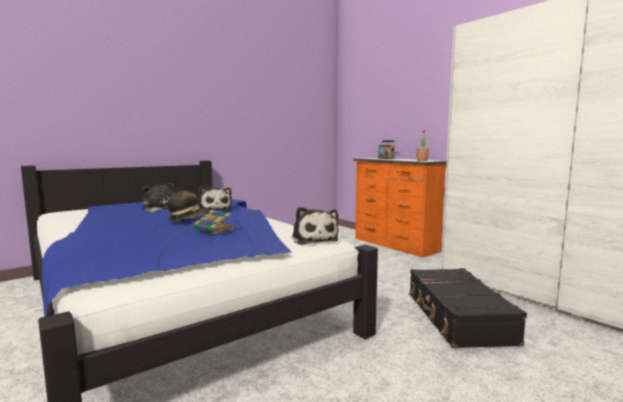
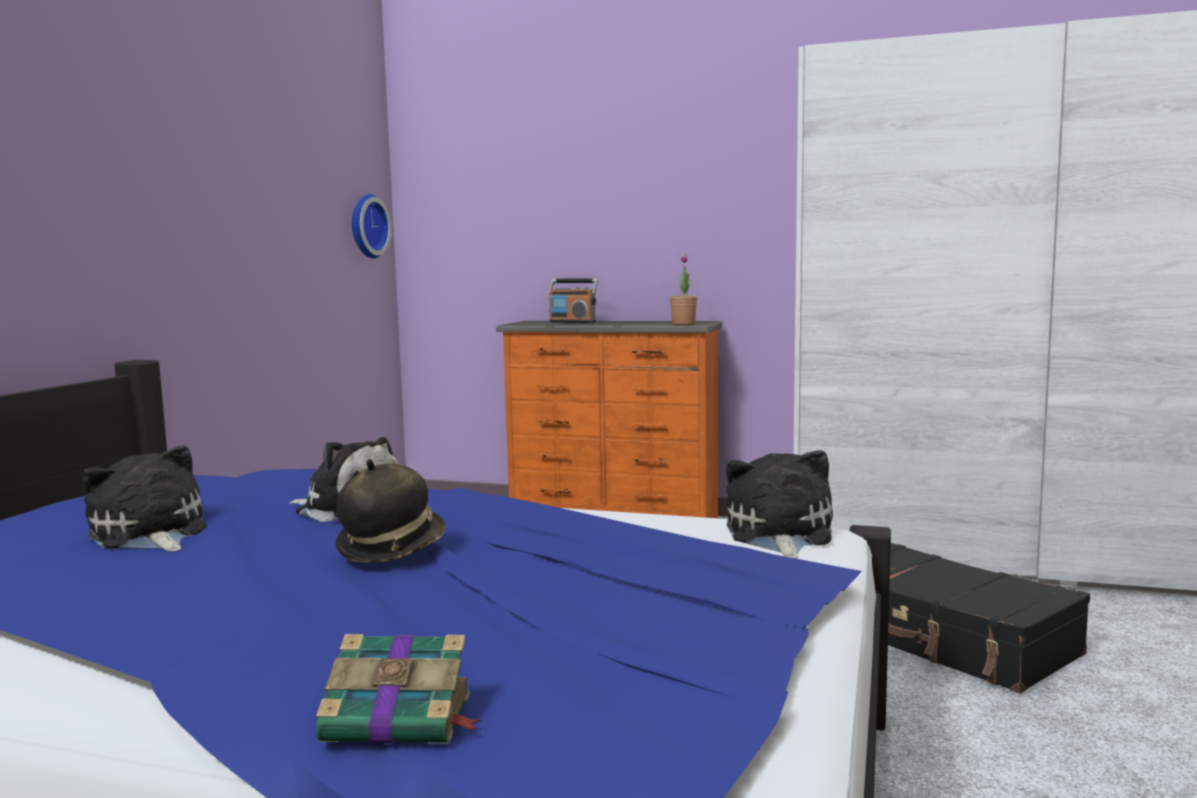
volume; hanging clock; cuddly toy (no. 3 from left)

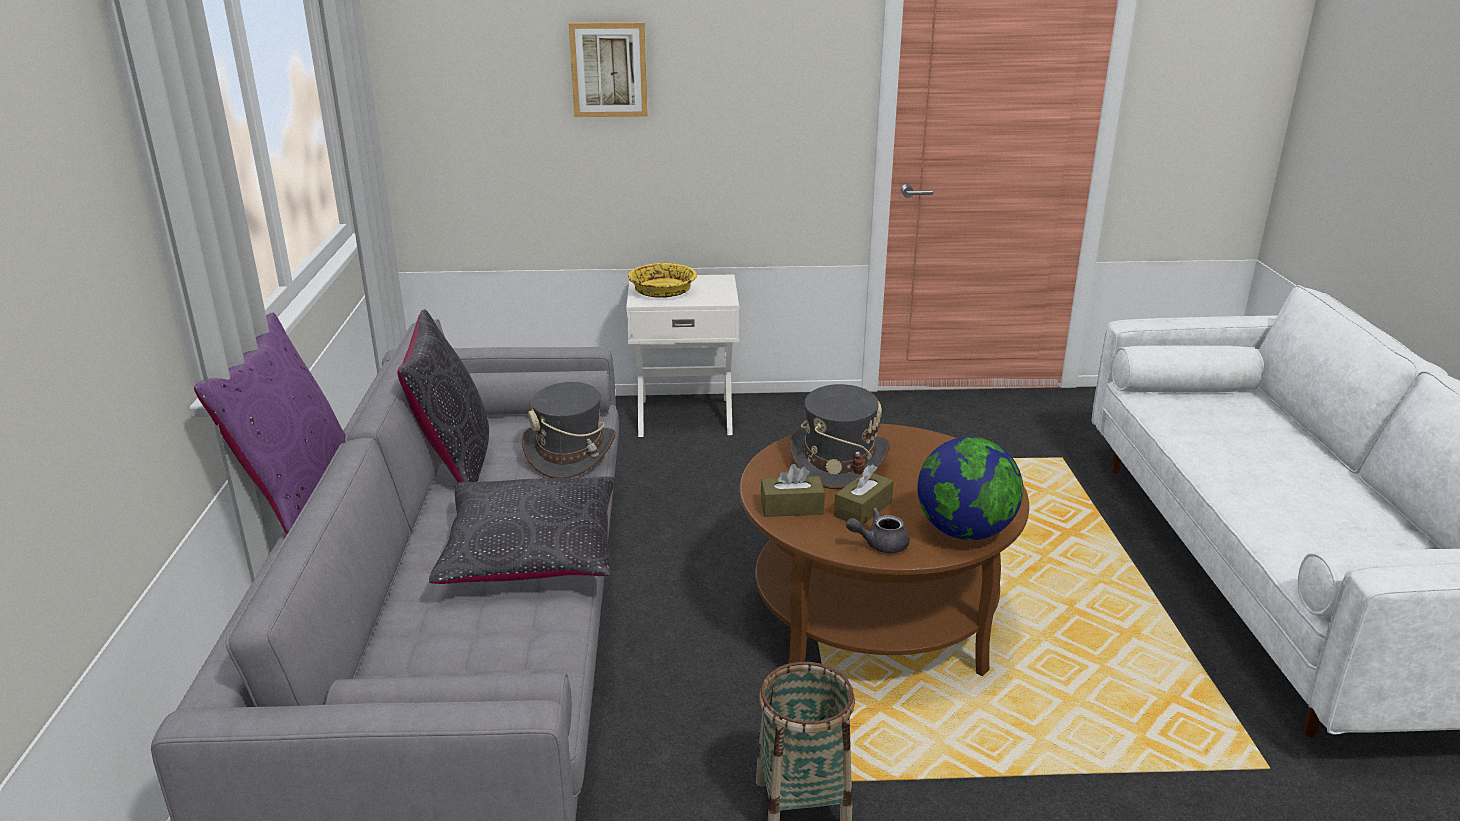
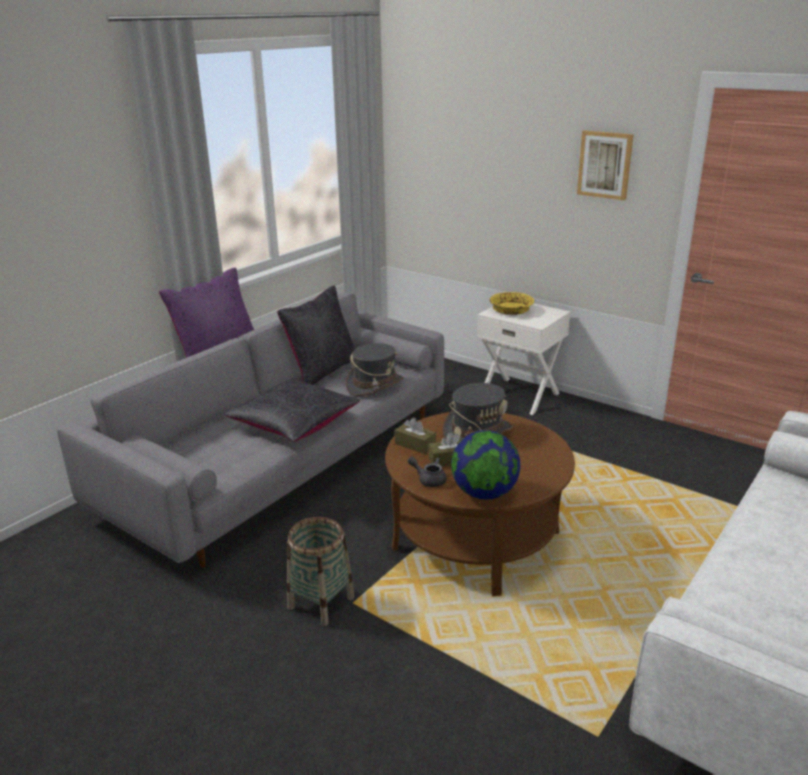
picture

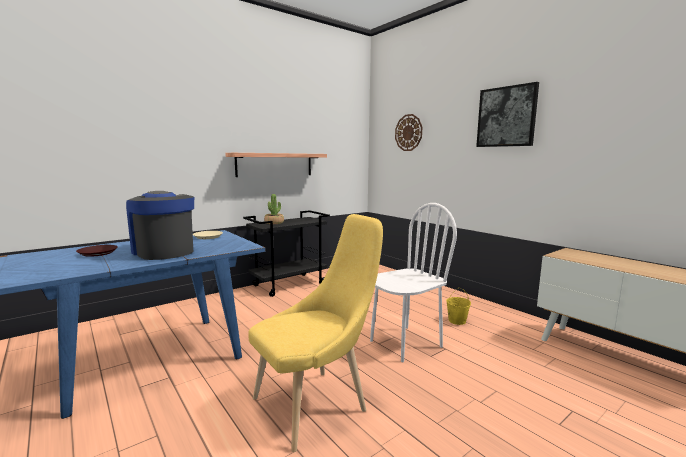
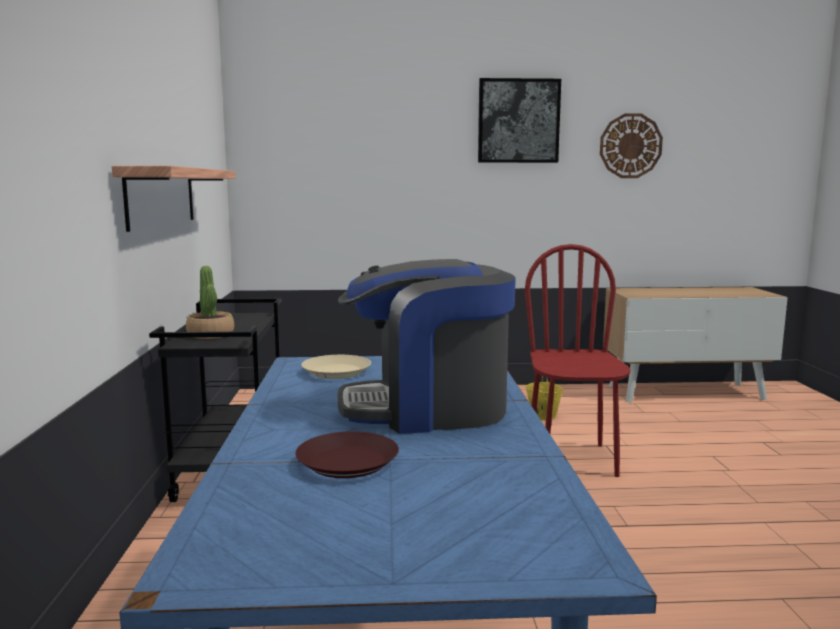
red upright chair; hanging clock; yellowish upright chair

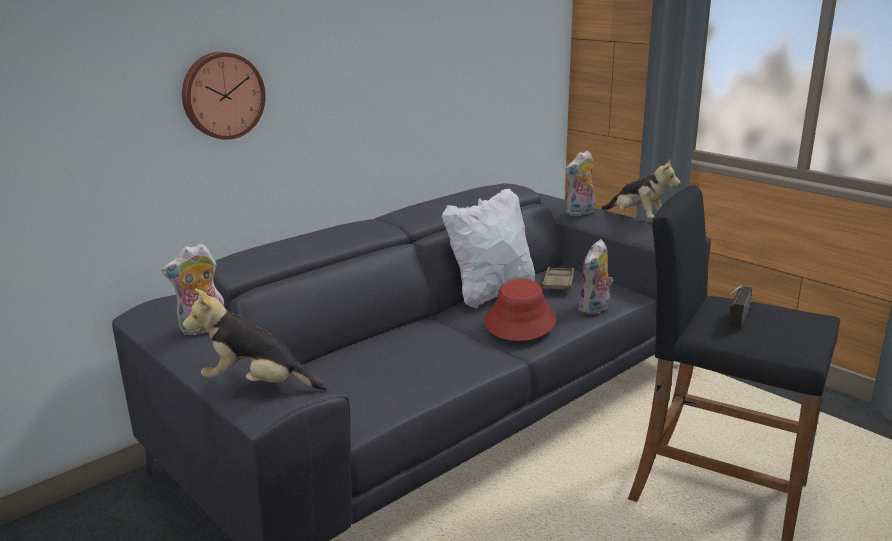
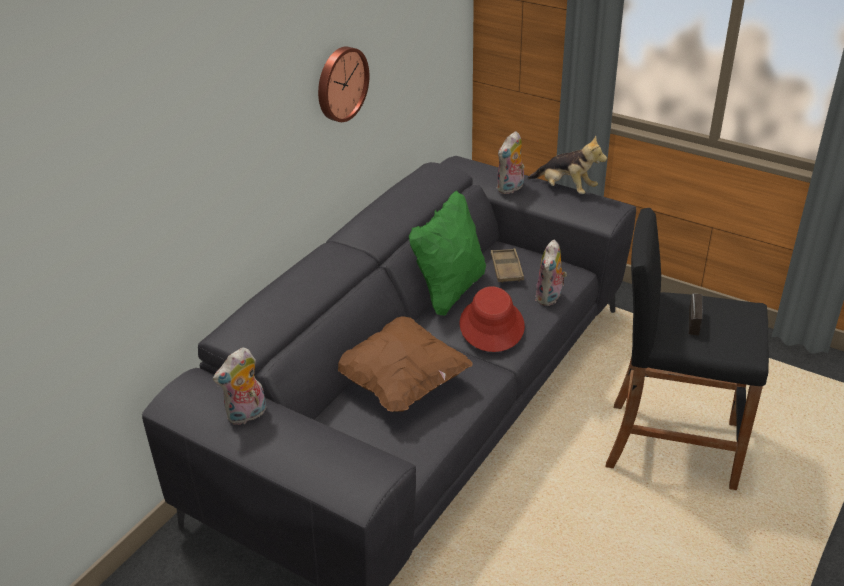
hanging clock; brownish cushion; green cushion; cuddly toy (no. 2 from left in the first image)

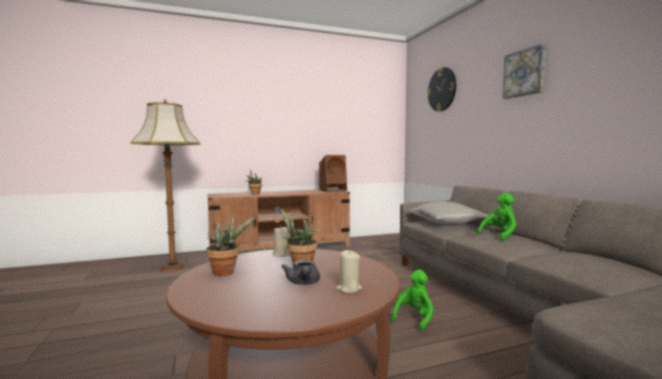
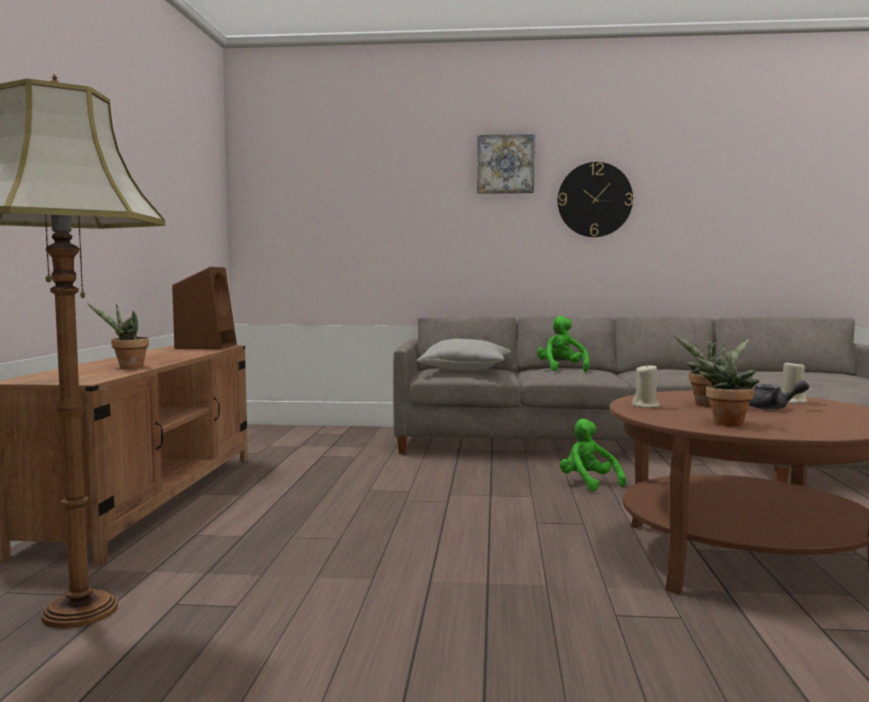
hanging clock

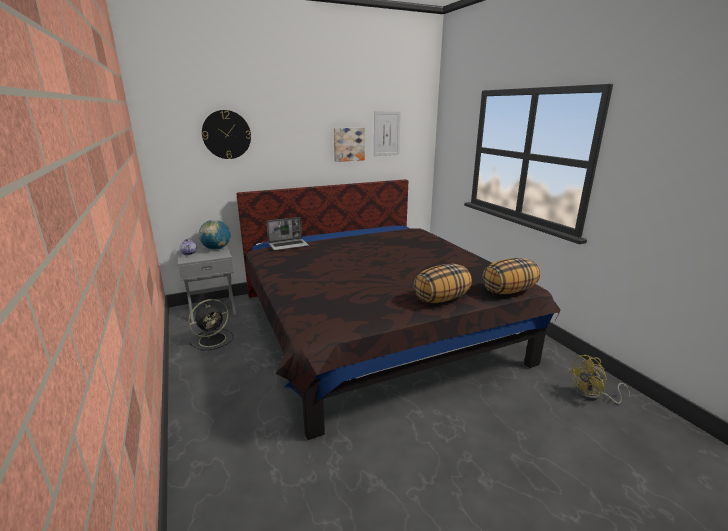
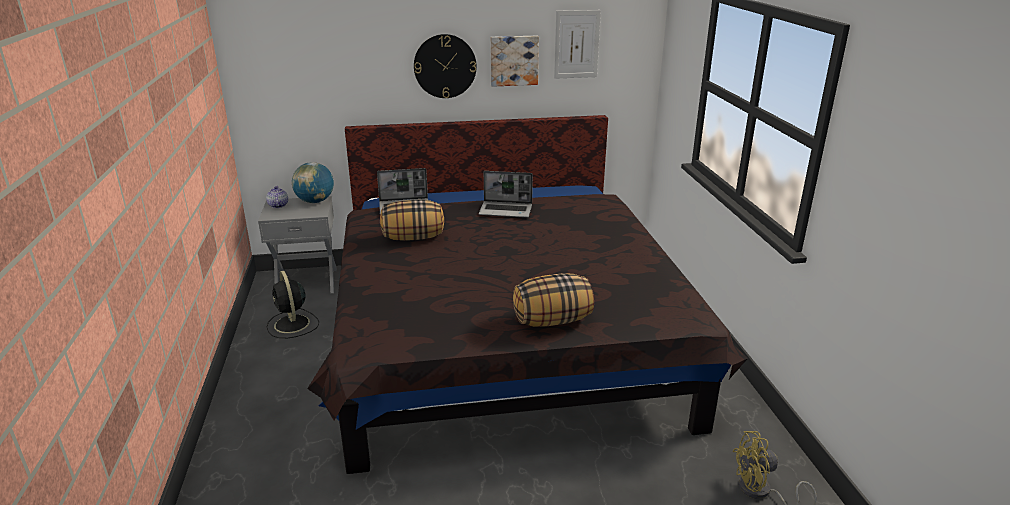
black cooling fan; cushion (no. 1 from left); hanging clock; notebook computer (no. 2 from left)

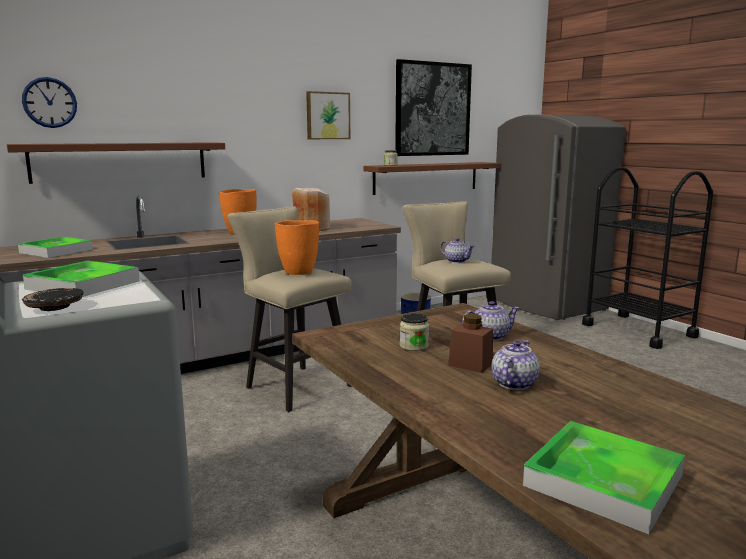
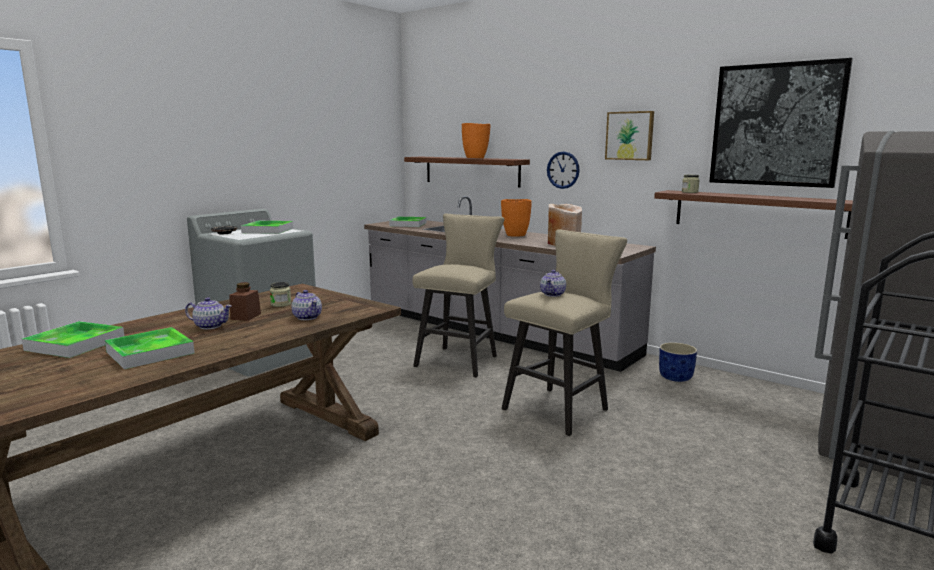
carrying tray (no. 2 from left); orange-coloured vase (no. 1 from left); hanging clock

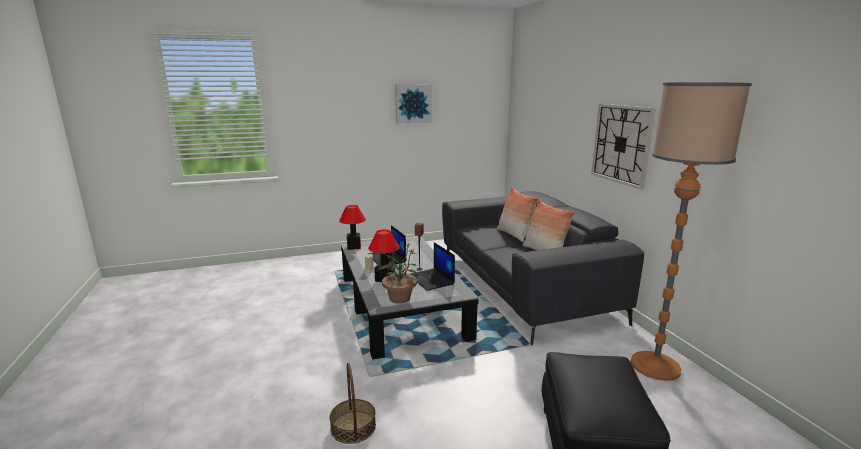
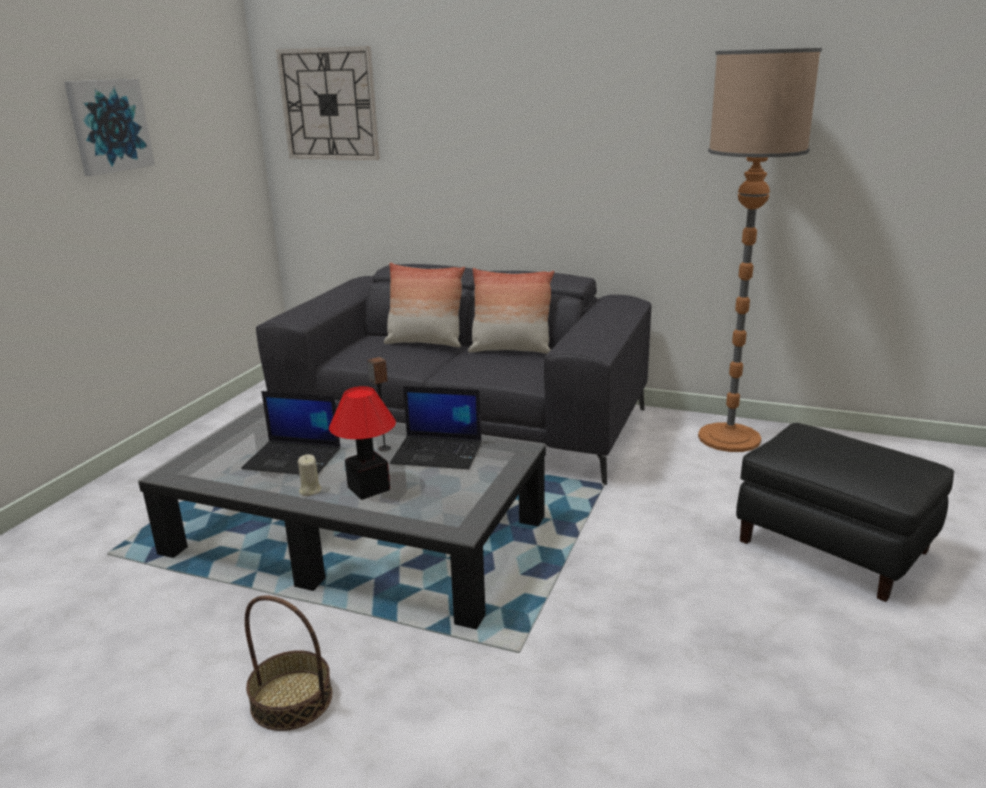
household basket; hanging clock; lamp for a table (no. 1 from left in the first image); plant in a pot

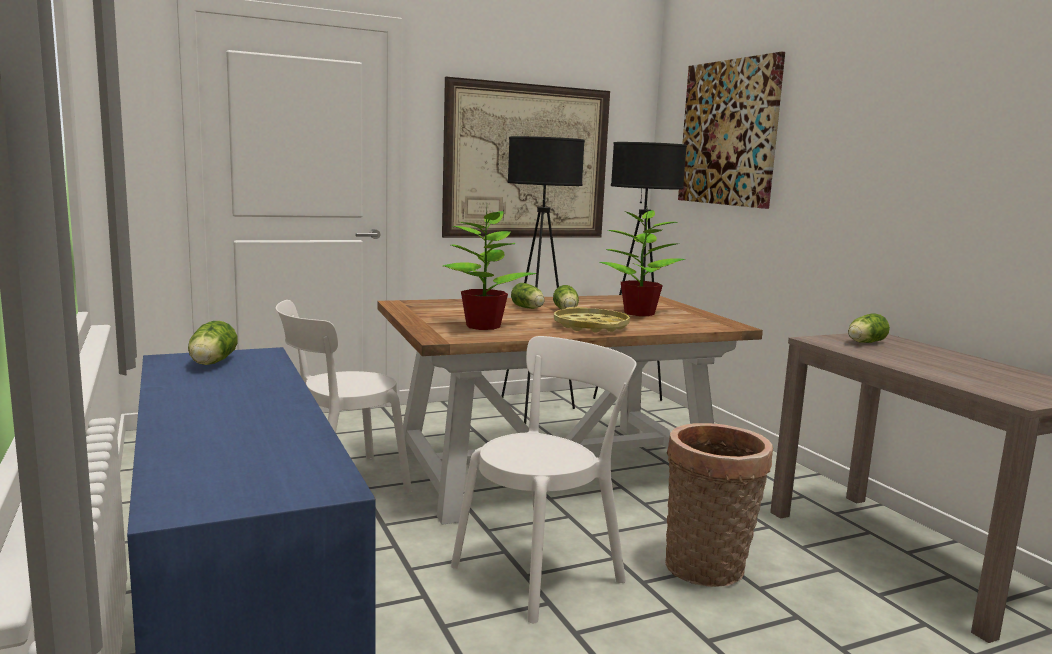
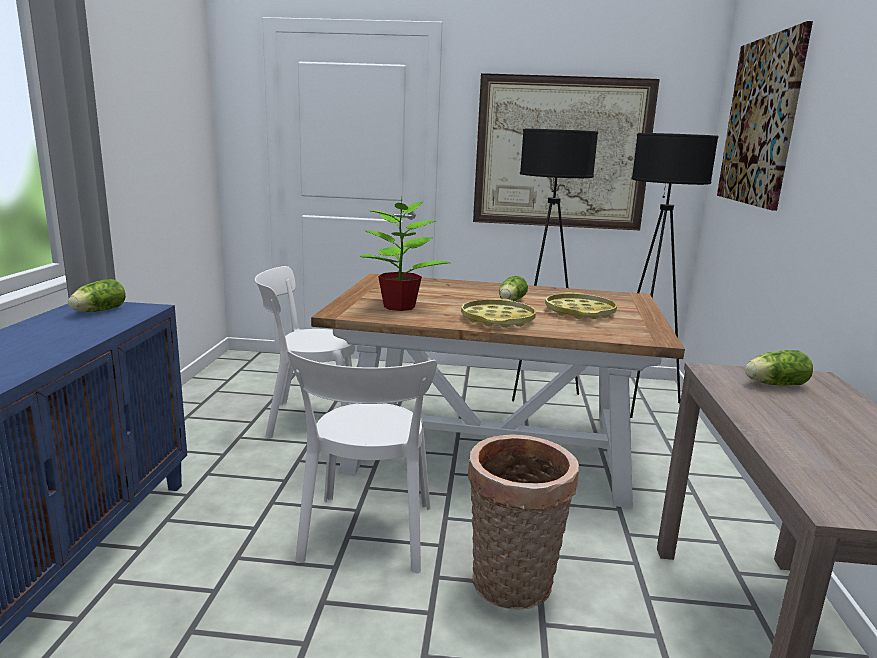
white-coloured upright chair (no. 2 from left); yellowish carrying tray (no. 2 from left); head of lettuce (no. 2 from left in the first image)

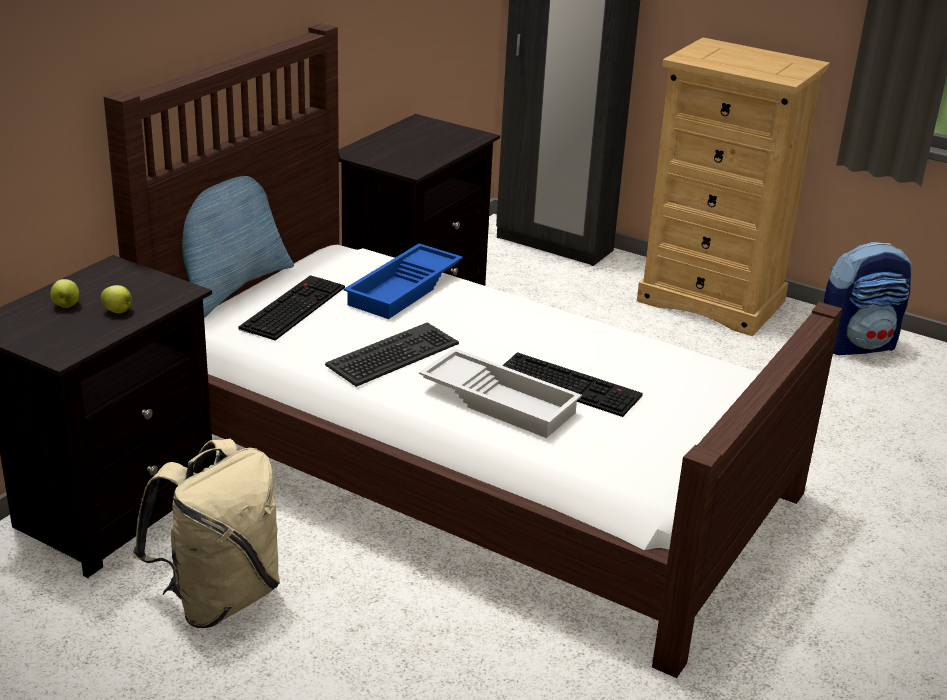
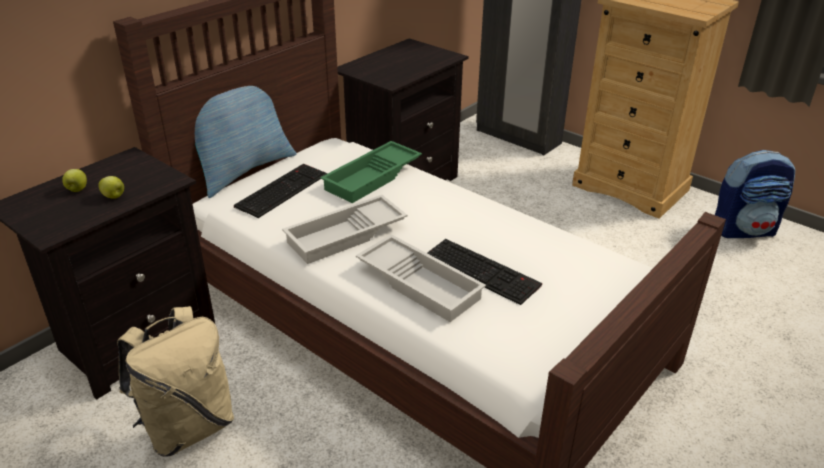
white-coloured carrying tray (no. 1 from left); green carrying tray

